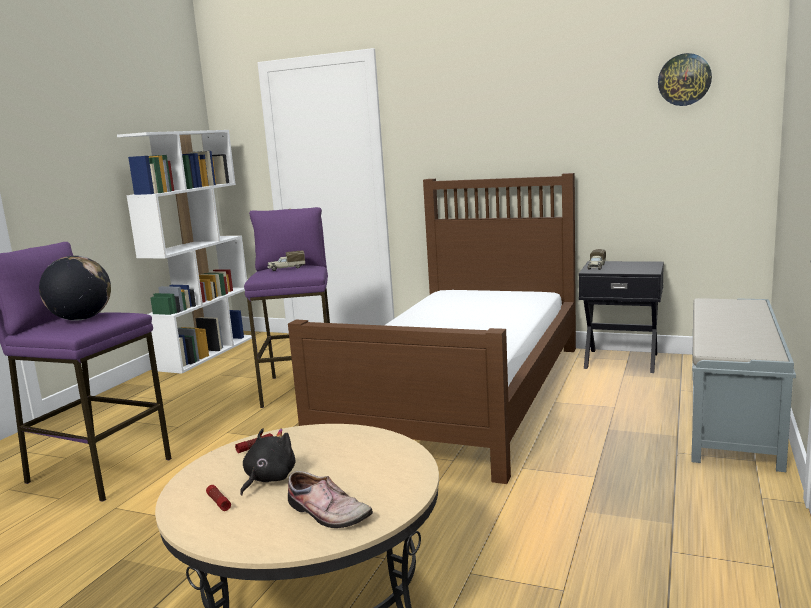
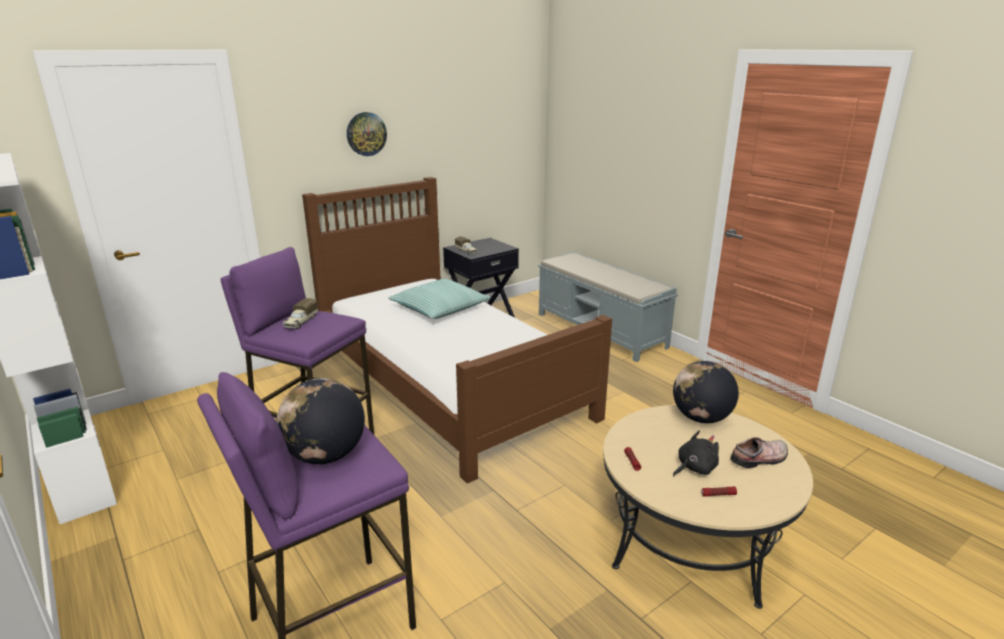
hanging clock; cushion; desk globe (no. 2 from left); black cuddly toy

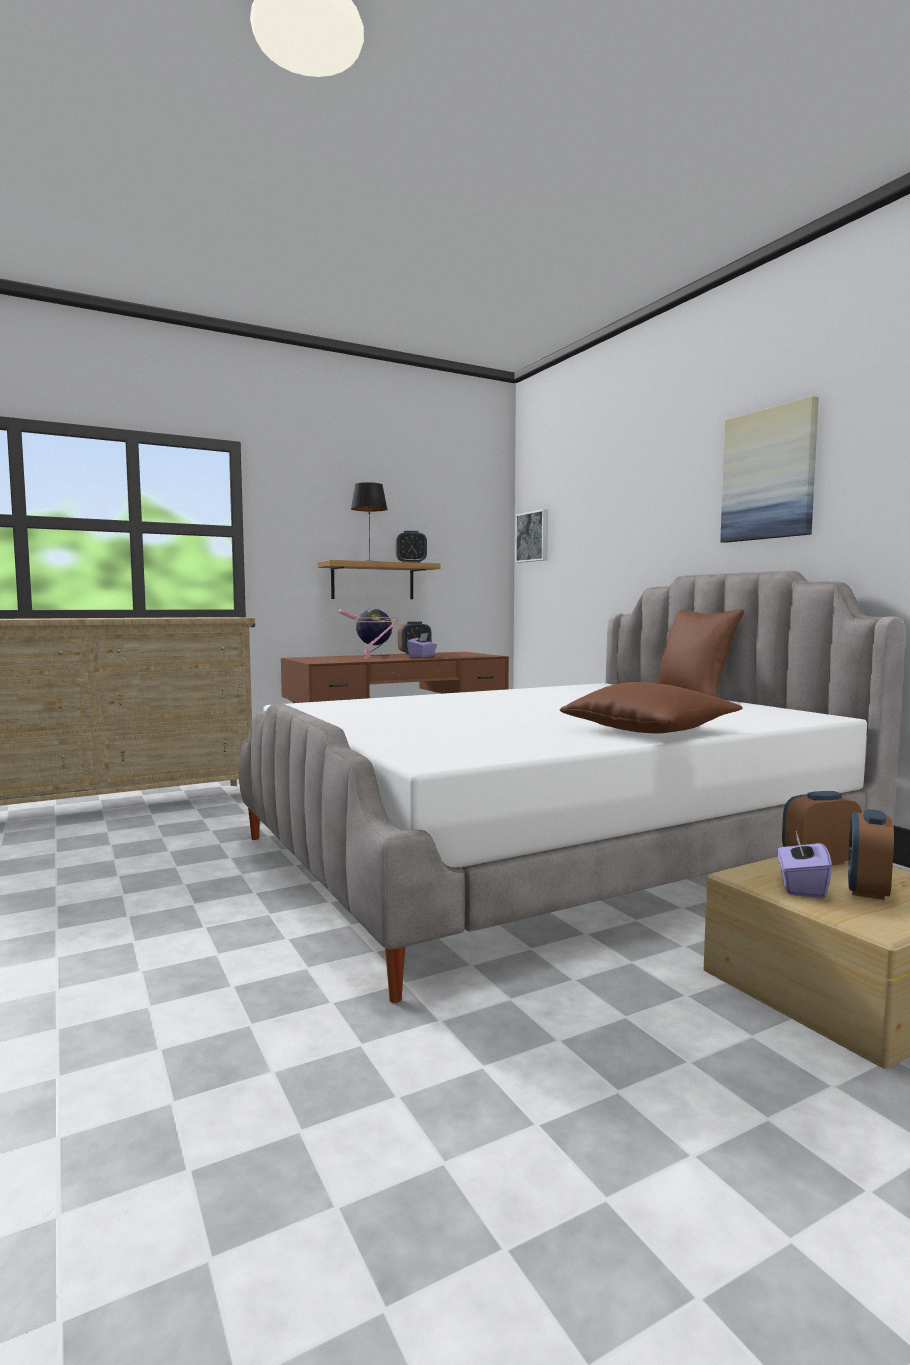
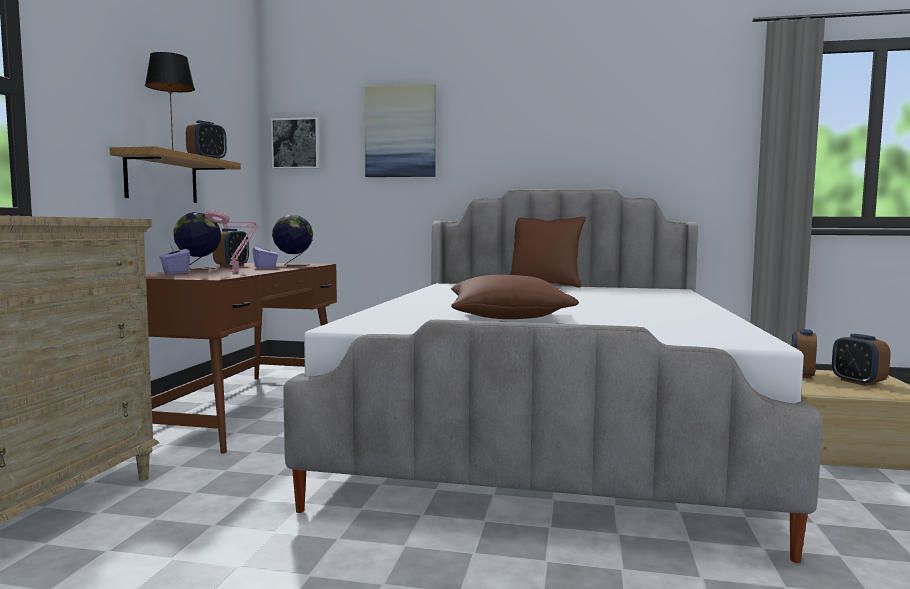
purple box of tissues (no. 1 from left); desk globe (no. 2 from left); picture (no. 2 from left); brownish cushion (no. 1 from left)

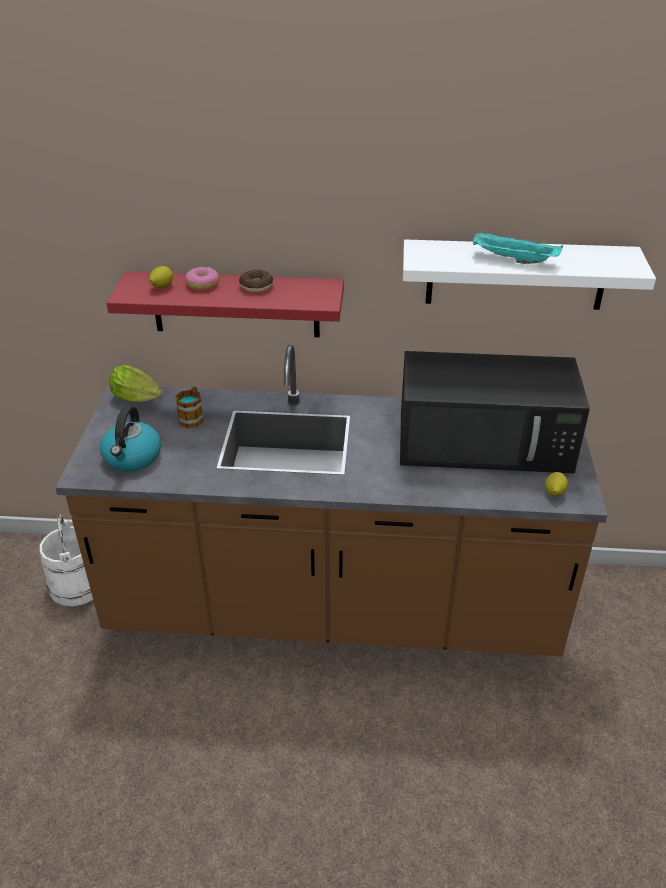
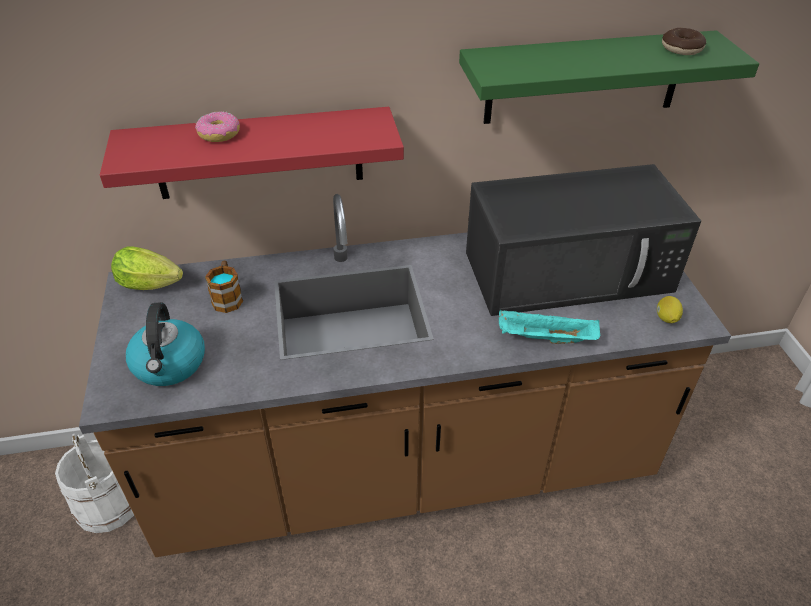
green bracket shelf; blue-green carrying tray; donut (no. 2 from left); lemon (no. 1 from left in the first image)

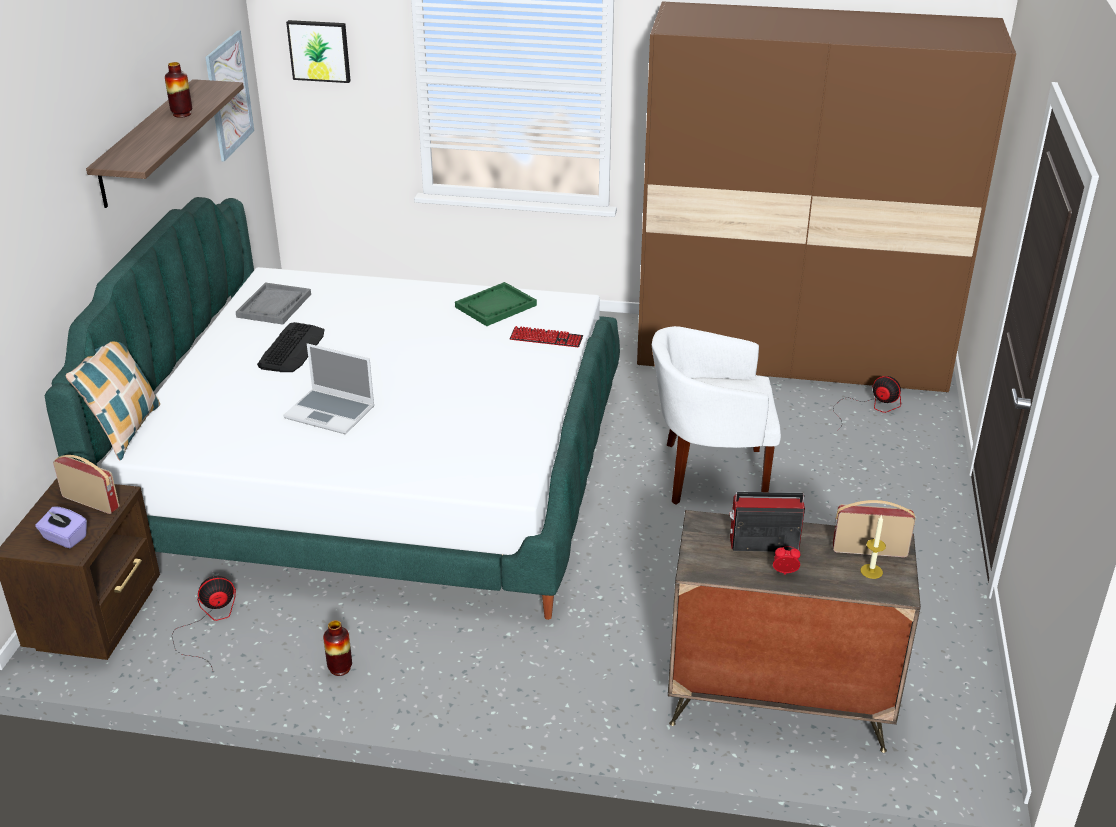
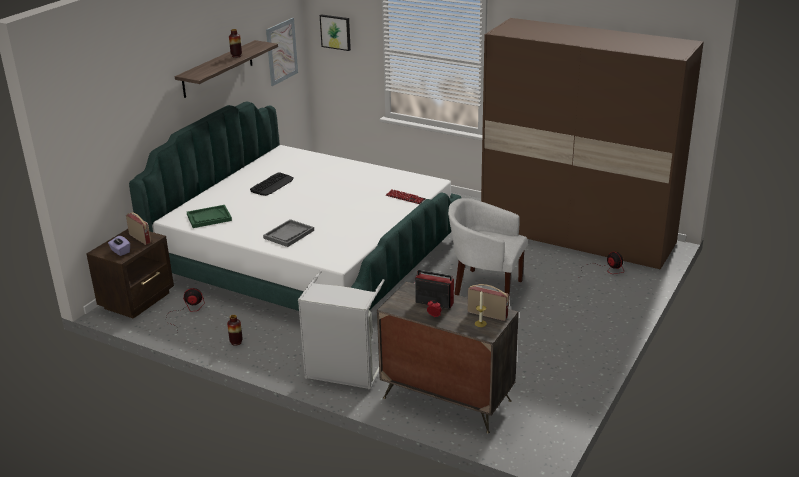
green carrying tray; greyish carrying tray; greyish laundry basket; cushion; notebook computer

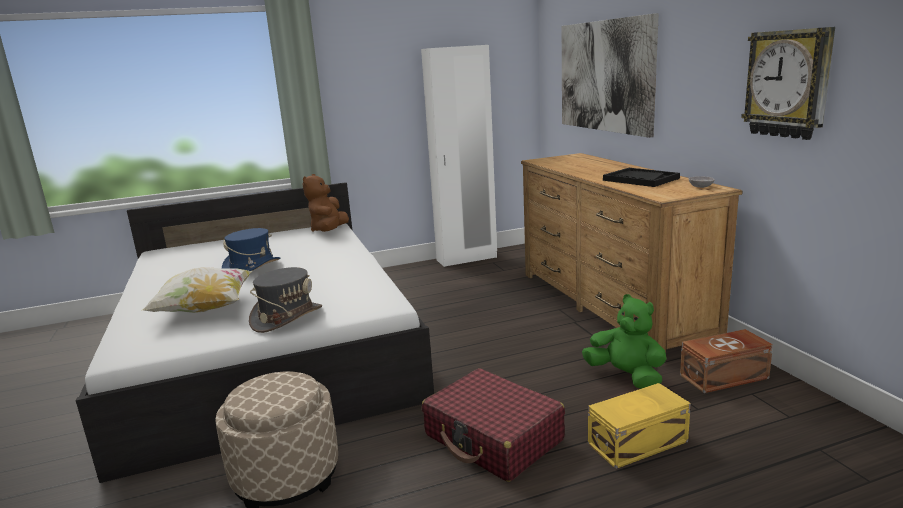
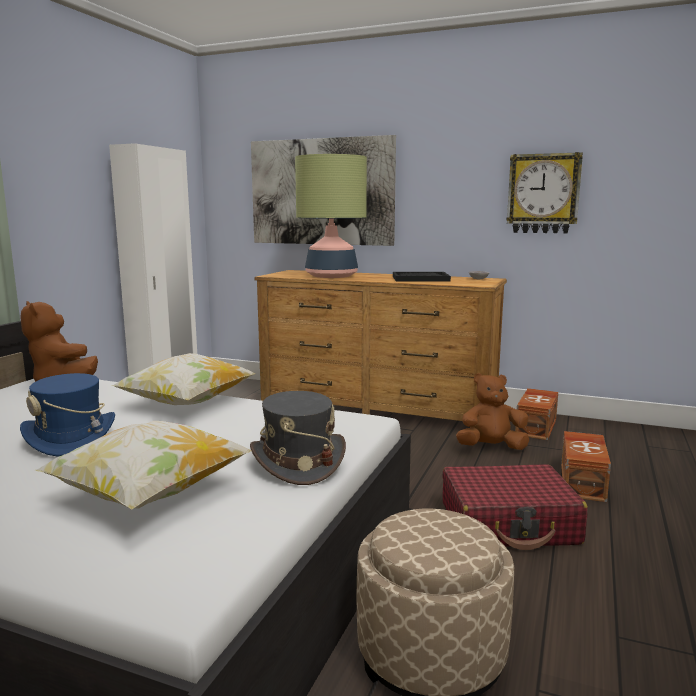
cushion (no. 2 from left); lamp for a table; brownish cuddly toy (no. 2 from left); brownish storage box (no. 2 from left)

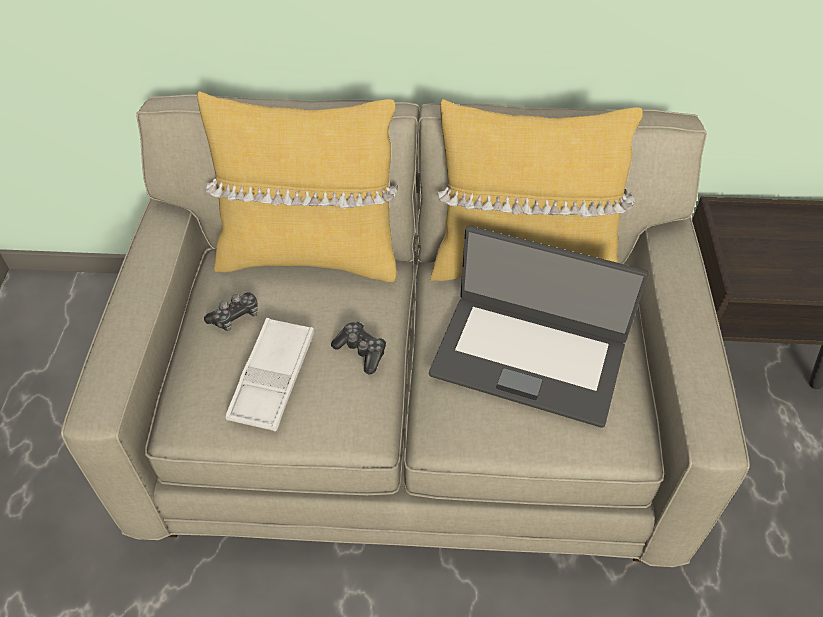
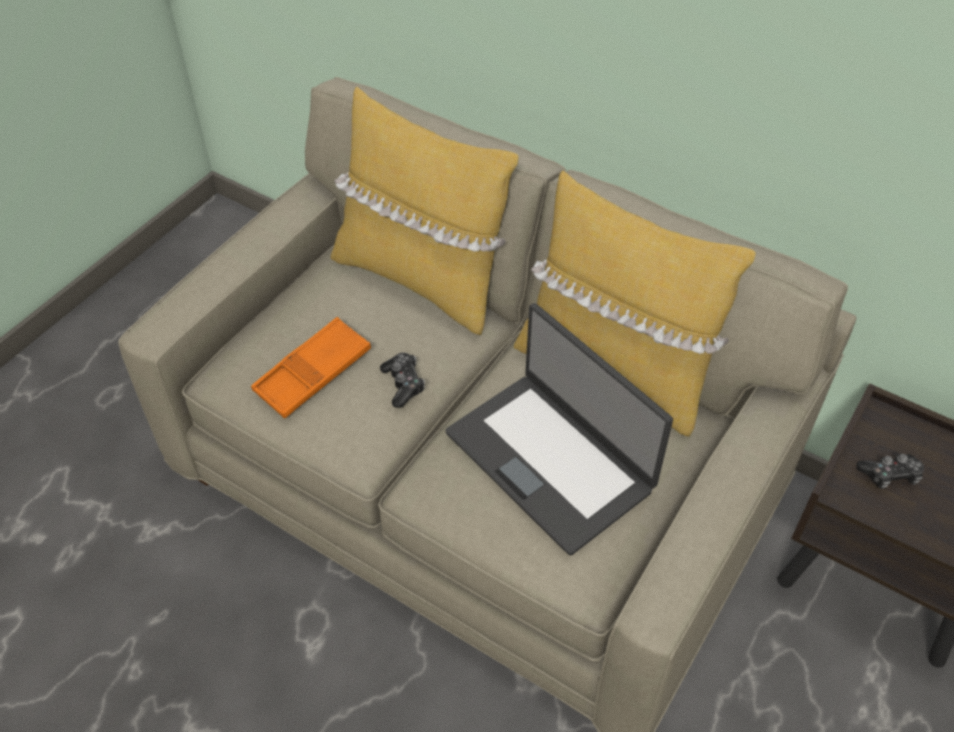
orange-coloured carrying tray; game controller (no. 2 from left)

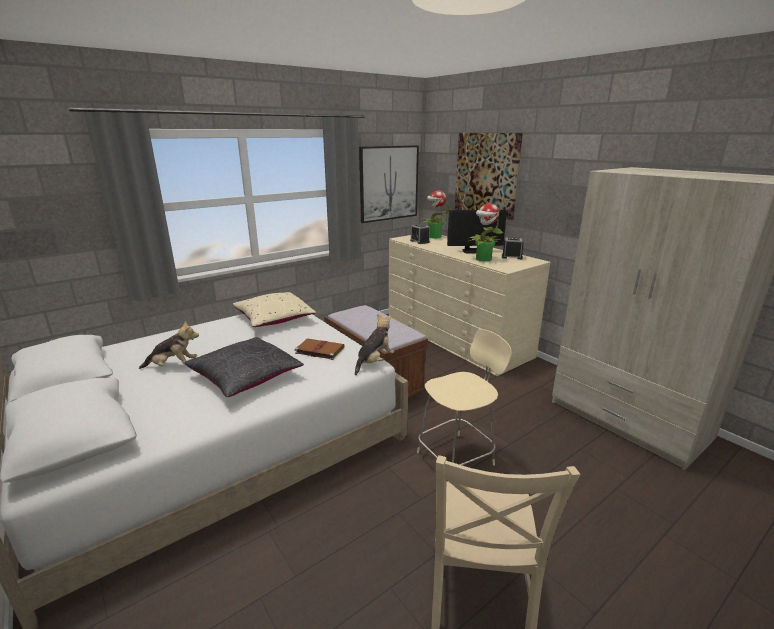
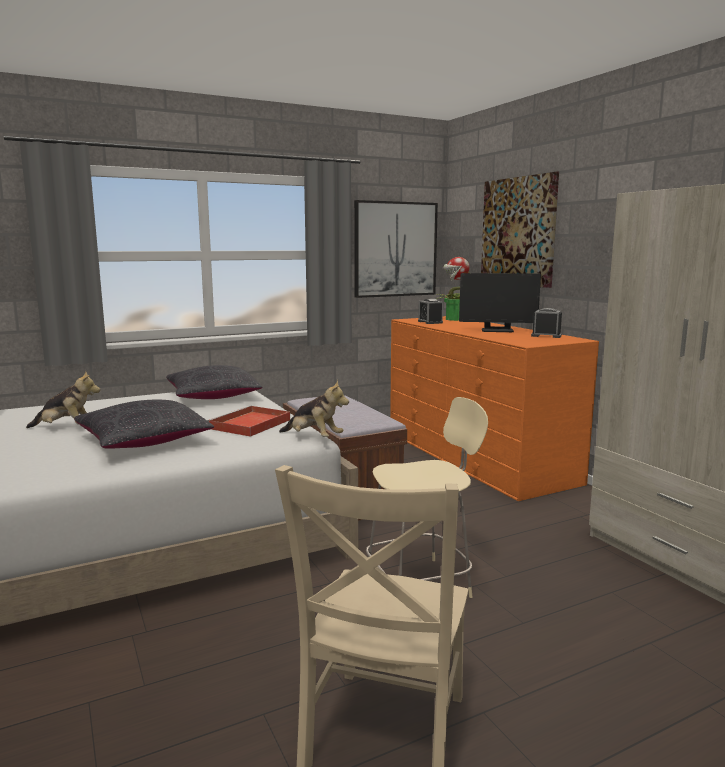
black cushion (no. 2 from left); red carrying tray; cuddly toy (no. 2 from left); orange-coloured drawer chest; plant in a pot (no. 2 from left in the first image)

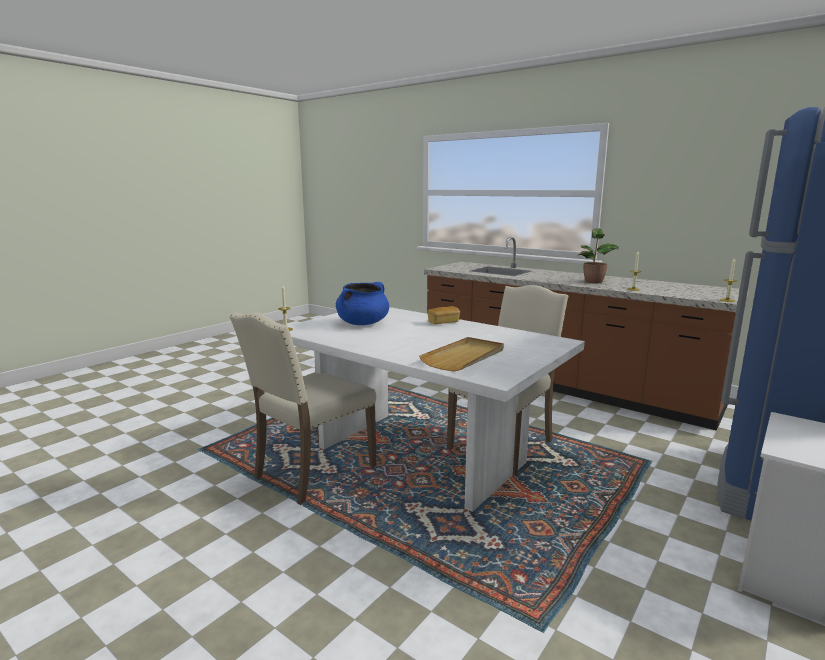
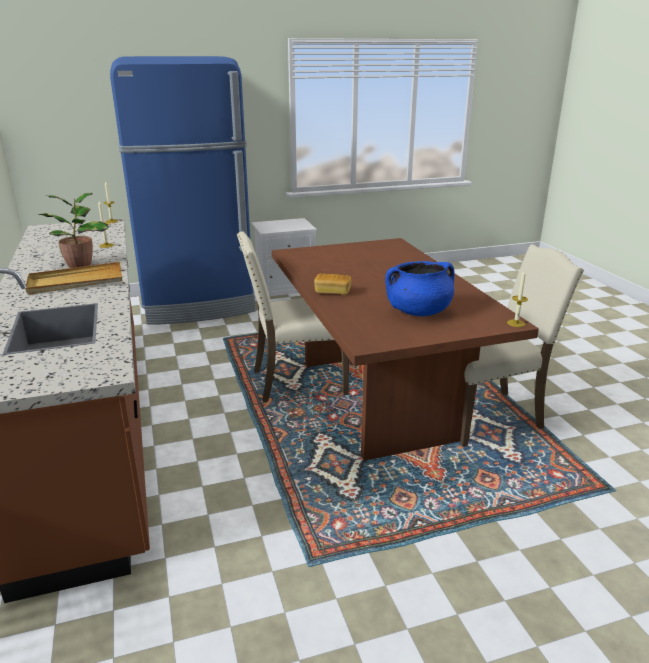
beige carrying tray; brownish dining table

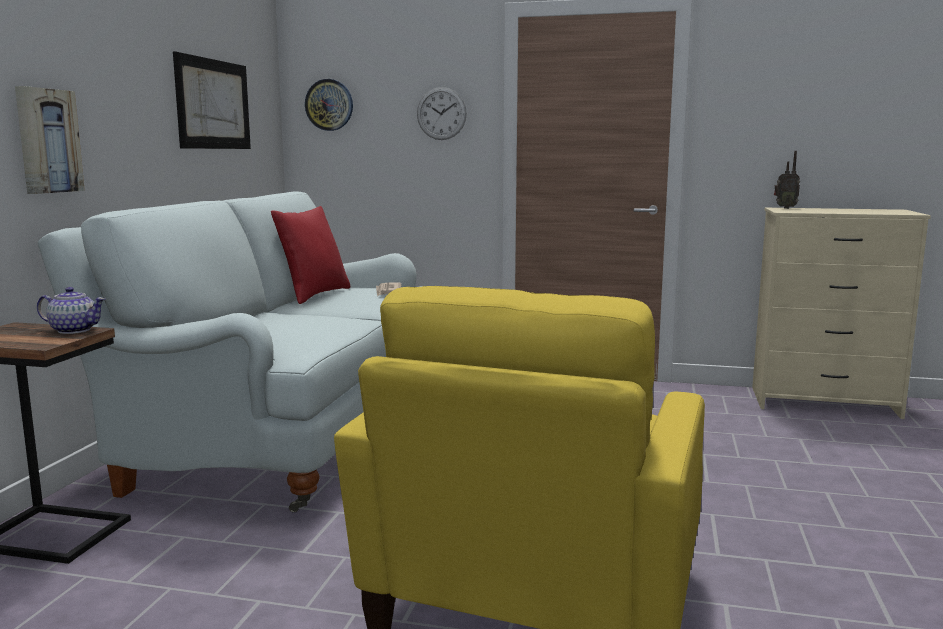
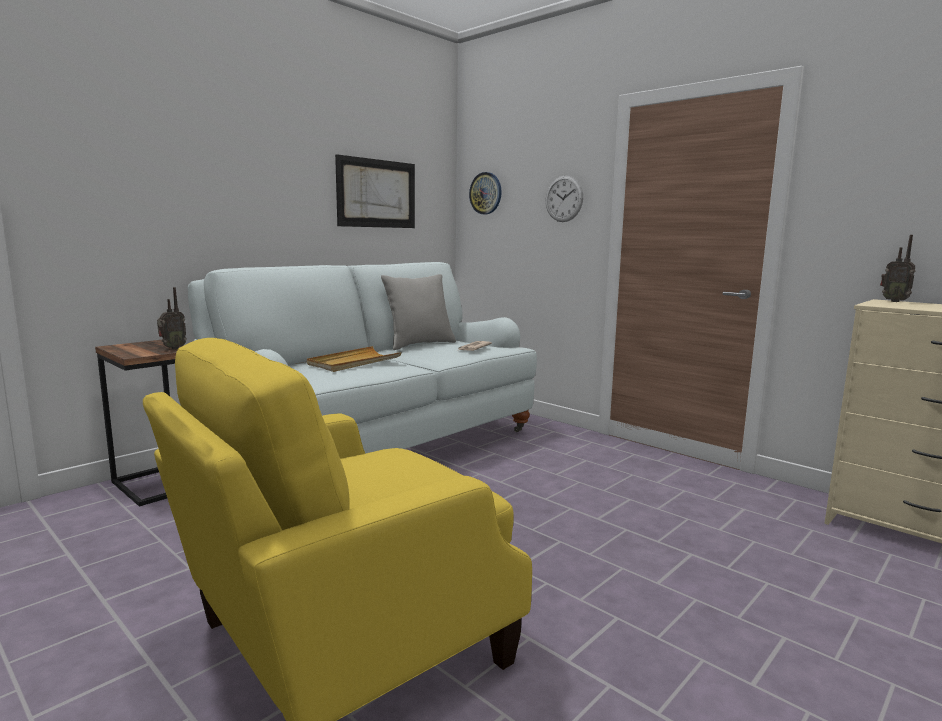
radio receiver (no. 1 from left); beige carrying tray; greyish cushion; picture (no. 1 from left in the first image)

